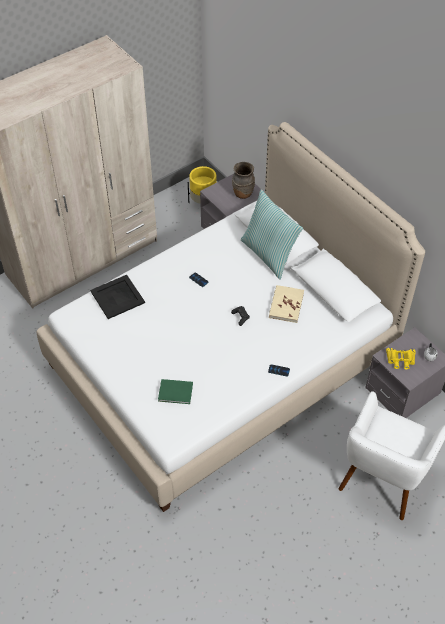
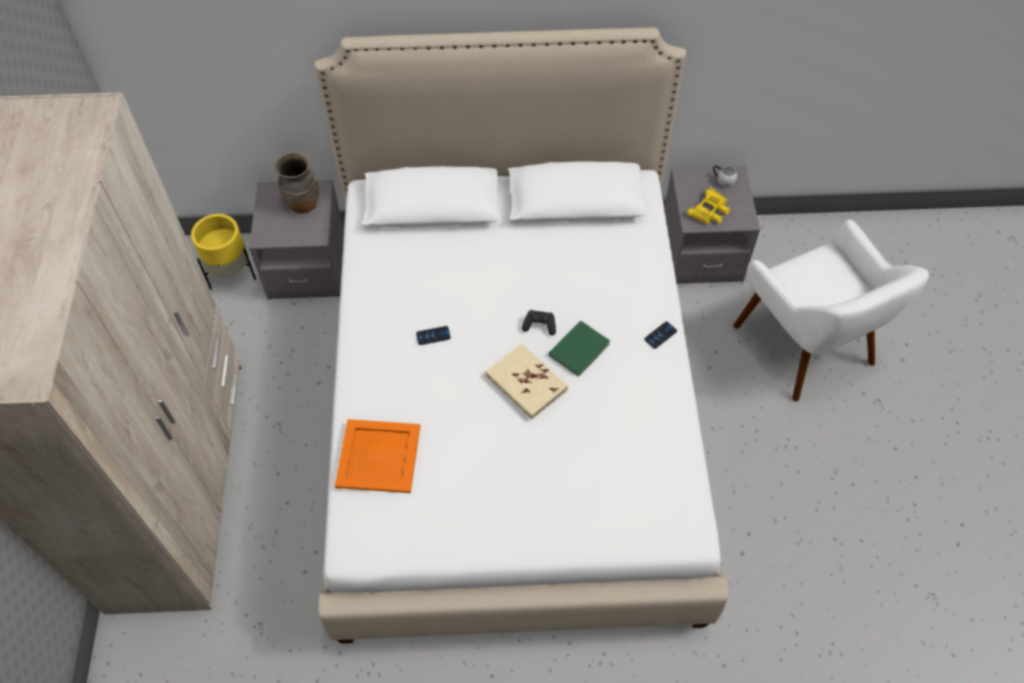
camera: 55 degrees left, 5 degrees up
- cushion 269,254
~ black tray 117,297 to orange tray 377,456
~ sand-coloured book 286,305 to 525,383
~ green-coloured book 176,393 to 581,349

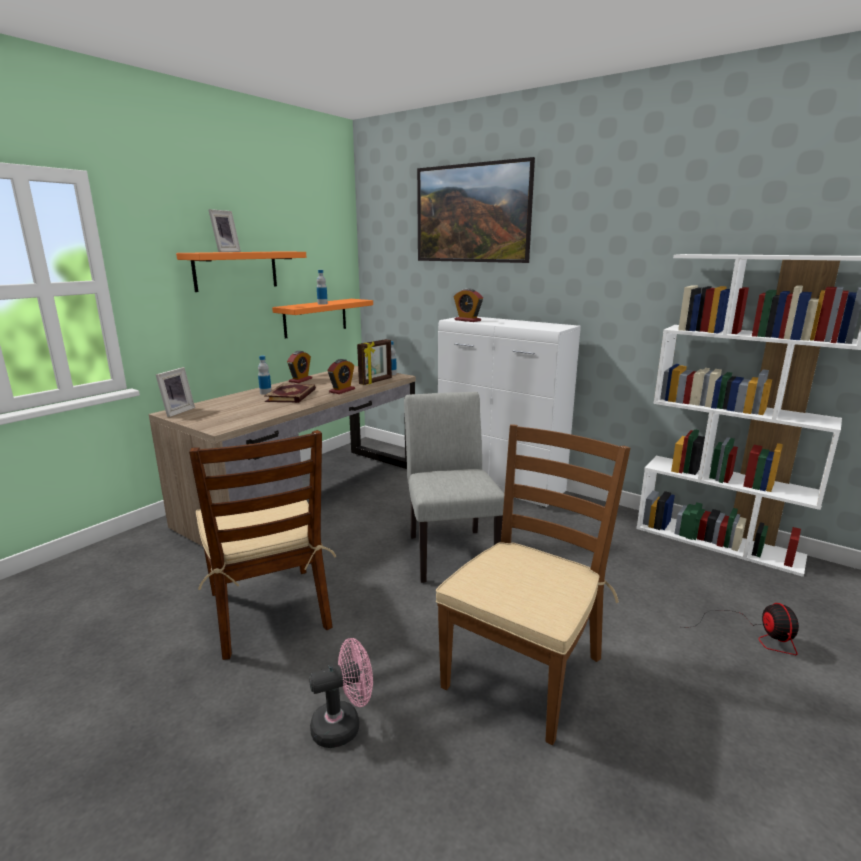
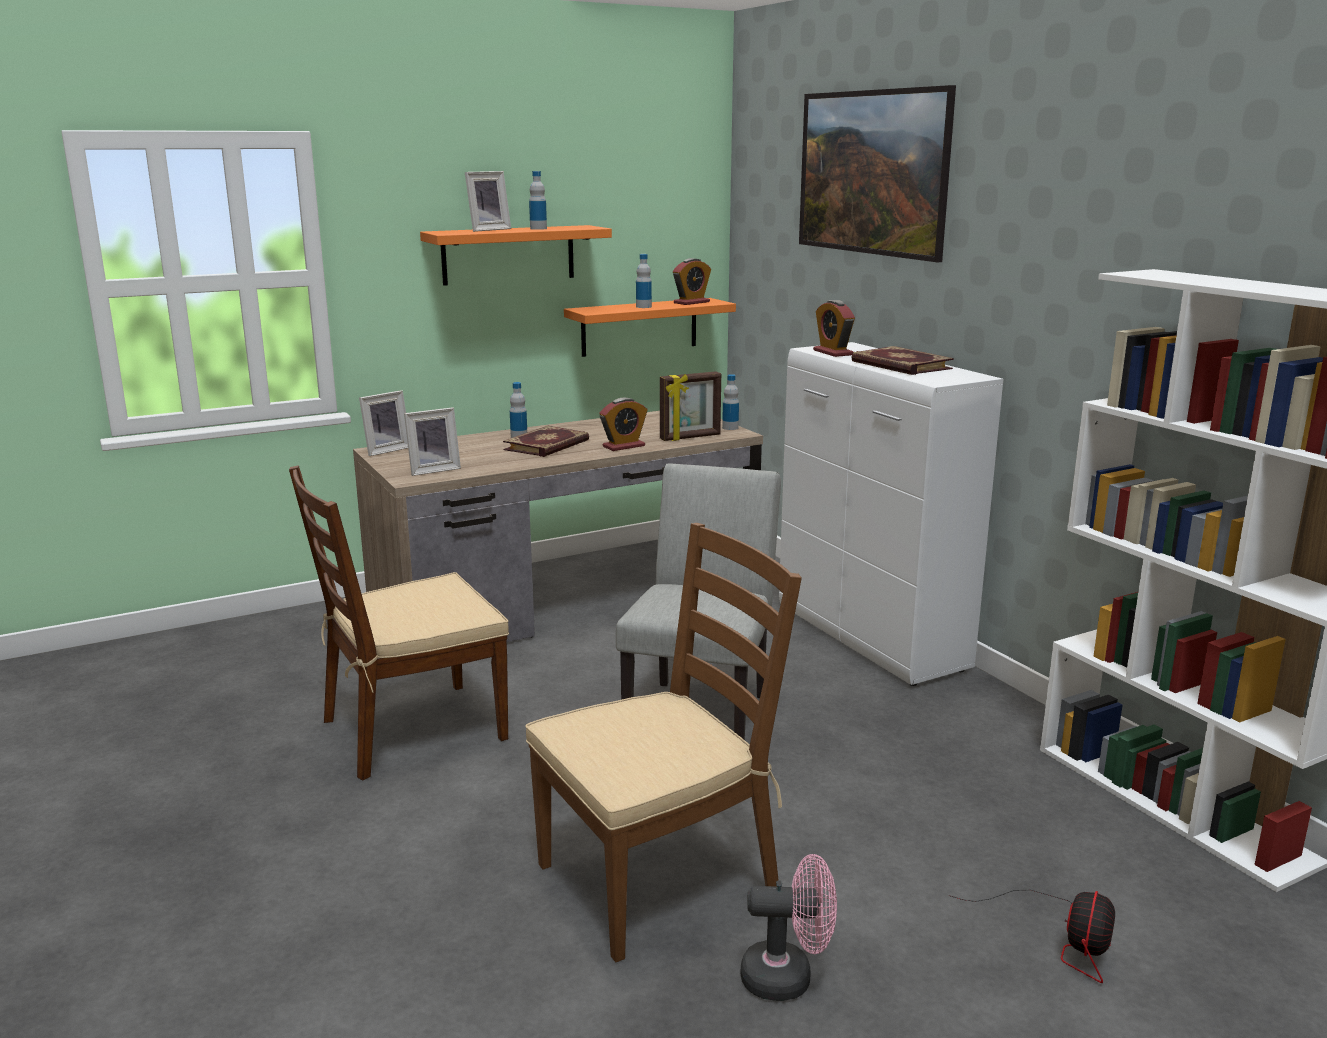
camera: 25 degrees right, 0 degrees up
~ bedside clock 300,380 to 691,302
~ brown-coloured chair 269,610 = 412,730 60 degrees clockwise
~ pink-coloured electric fan 344,725 to 788,977
+ drink bottle 538,228
+ book 900,365
+ standing frame 433,470

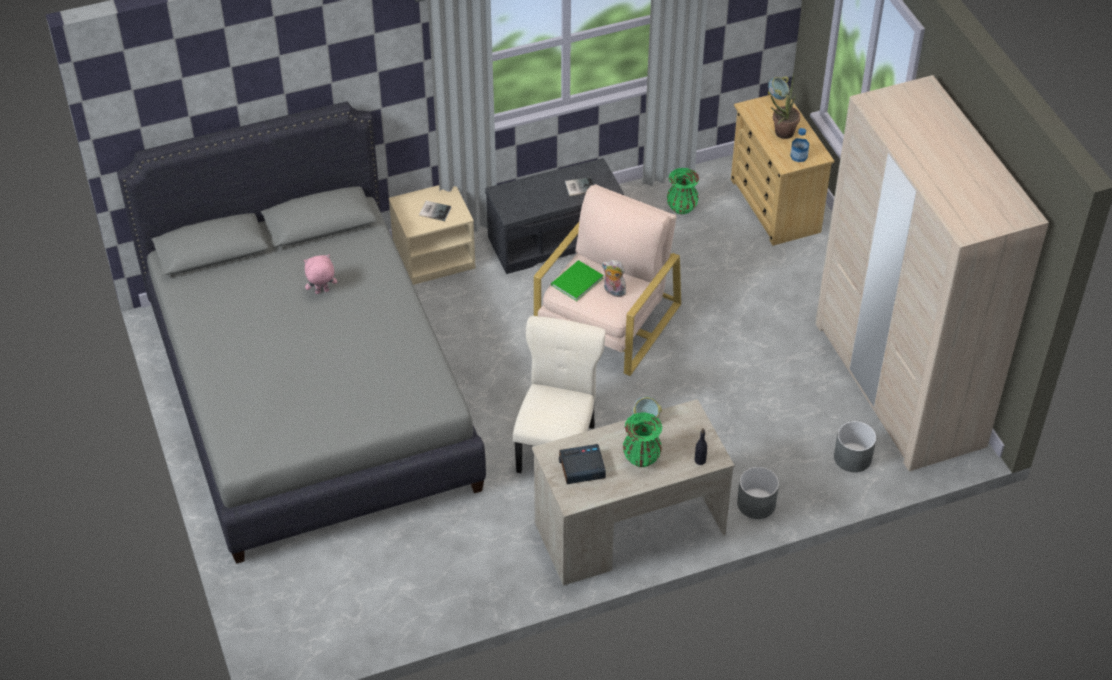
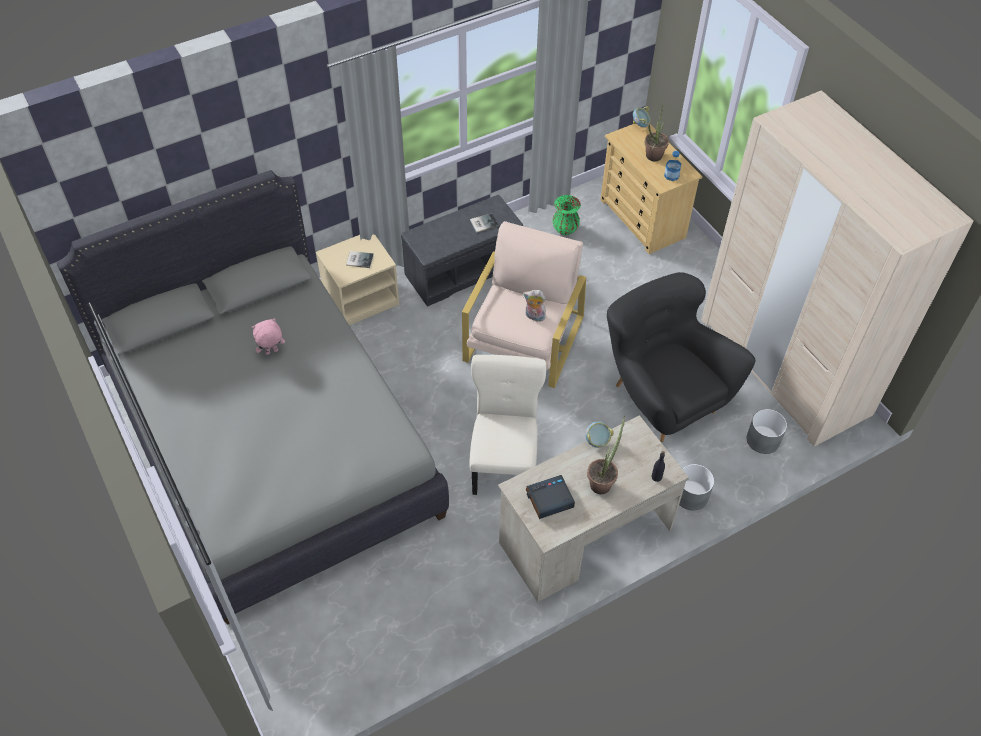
camera: 10 degrees left, 5 degrees up
- green-coloured book 575,282
~ green-coloured decorative vase 641,457 to potted plant 602,481
+ black lounge chair 662,397

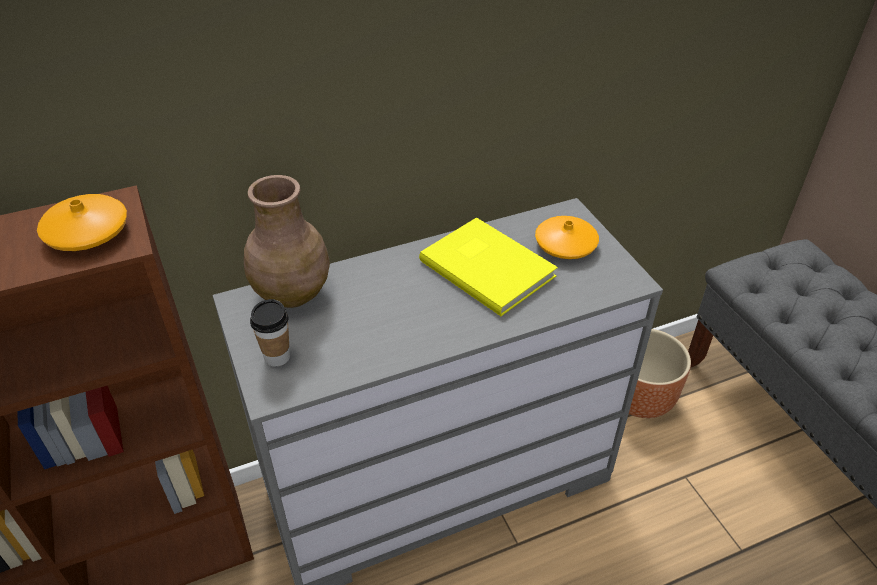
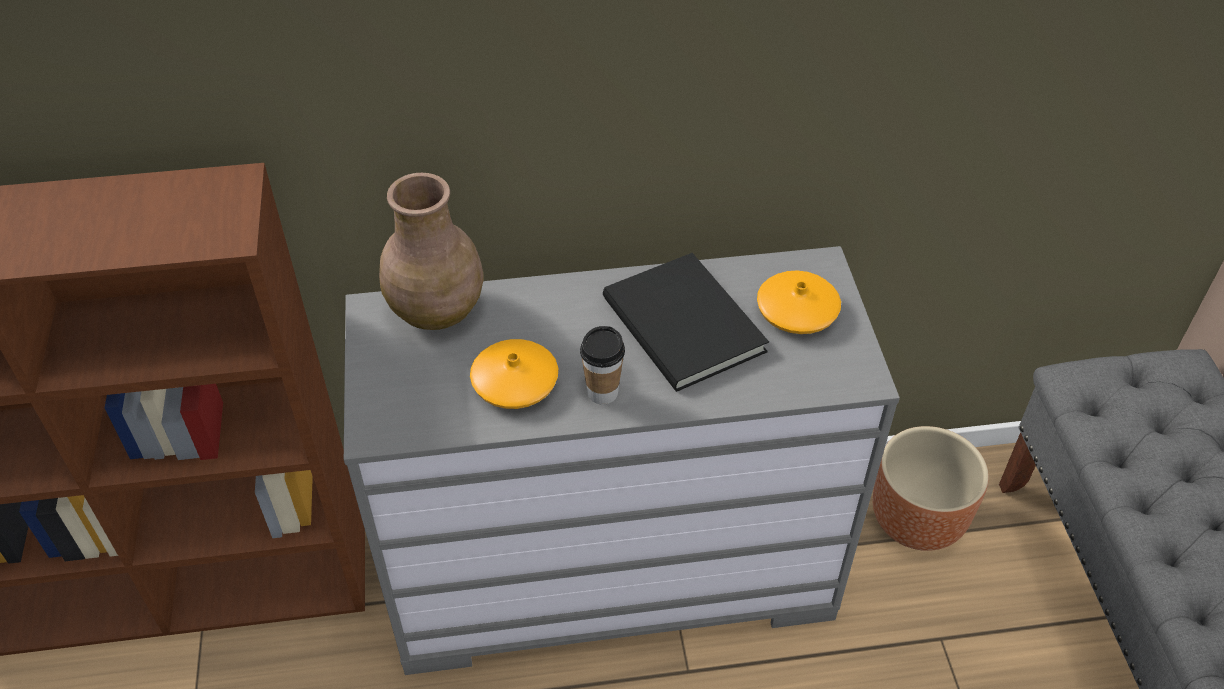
camera: 15 degrees right, 5 degrees up
~ orange decorative vase 87,233 to 515,382
~ yellowish book 488,266 to black book 686,321
~ cup 277,357 to 602,392

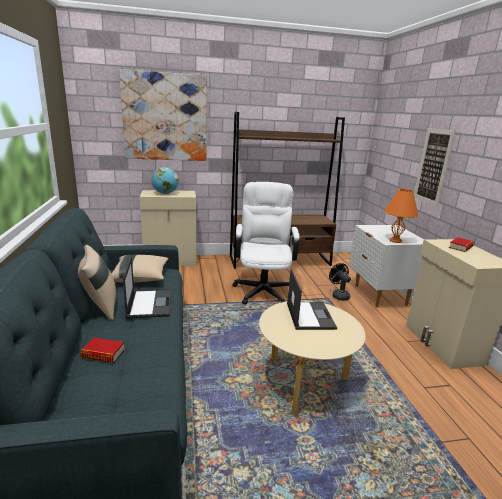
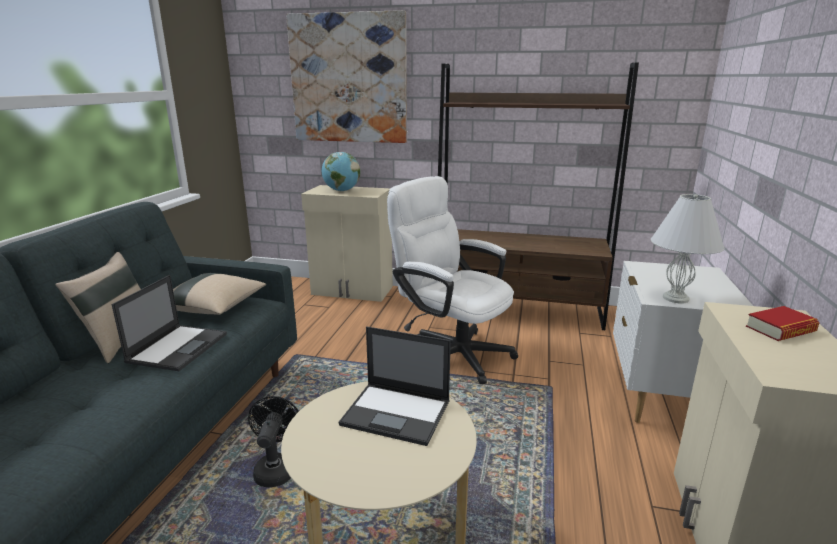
camera: 25 degrees right, 0 degrees up
- picture 433,166
~ white-coloured desk chair 263,288 = 451,351 75 degrees counterclockwise
~ orange table lamp 395,241 to white-coloured table lamp 675,298
~ black electric fan 339,295 to 276,468
~ laptop 309,315 = 397,413 90 degrees clockwise
- book 103,354

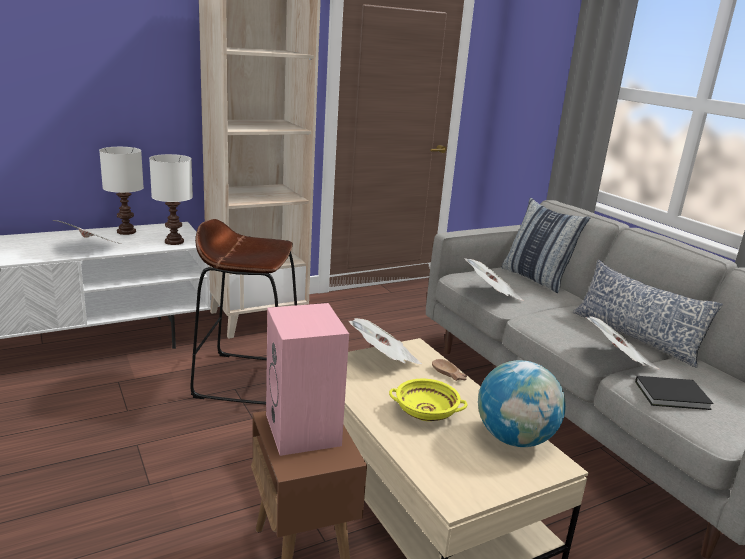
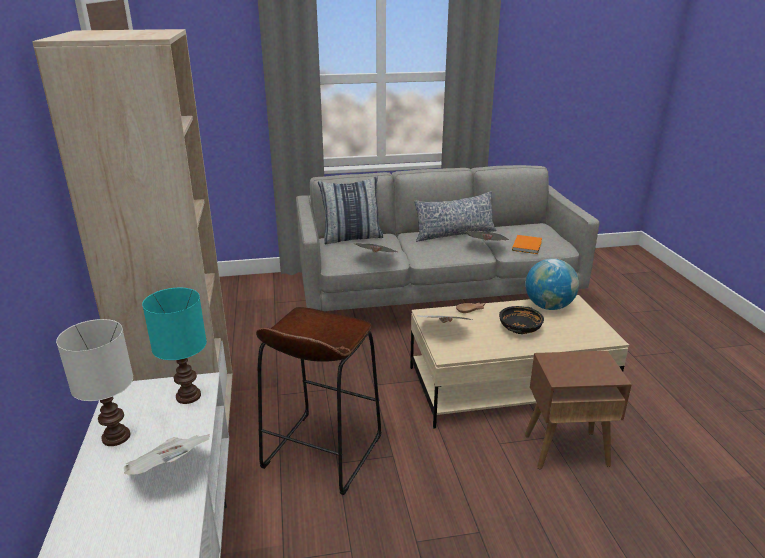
camera: 70 degrees left, 5 degrees up
~ white-coloured table lamp 175,241 to turquoise table lamp 188,395
- pink-coloured speaker 305,431
~ black book 674,396 to orange book 527,245
~ yellowish bowl 425,413 to black bowl 520,329

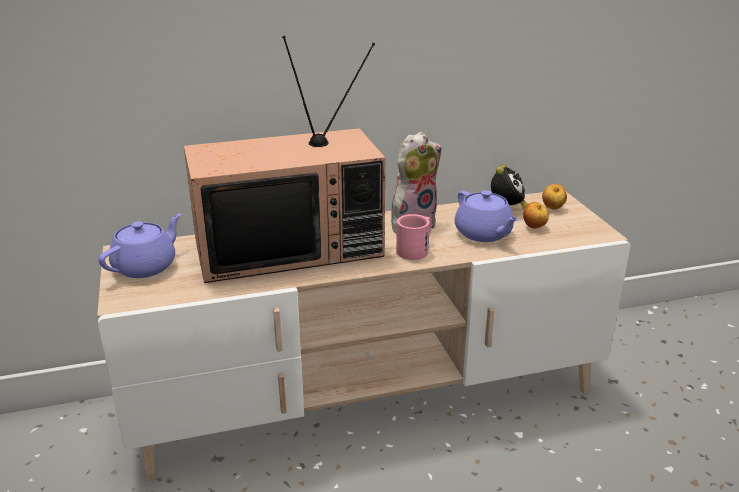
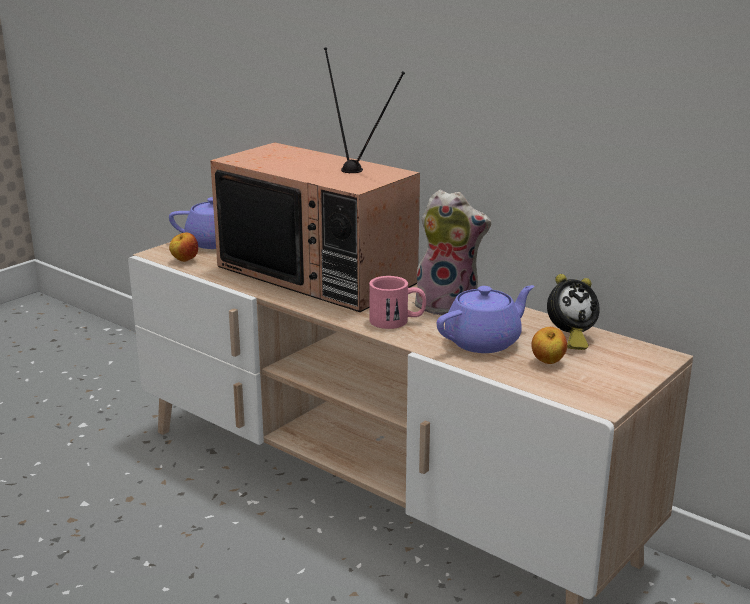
camera: 55 degrees right, 5 degrees down
~ whole apple 552,208 to 184,260
~ purplish pot for tea 484,234 = 484,342 150 degrees counterclockwise

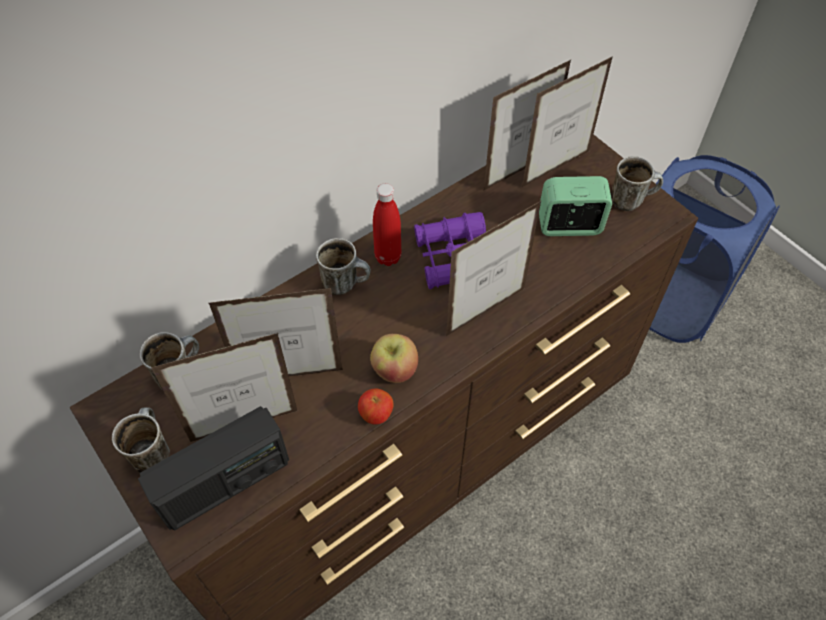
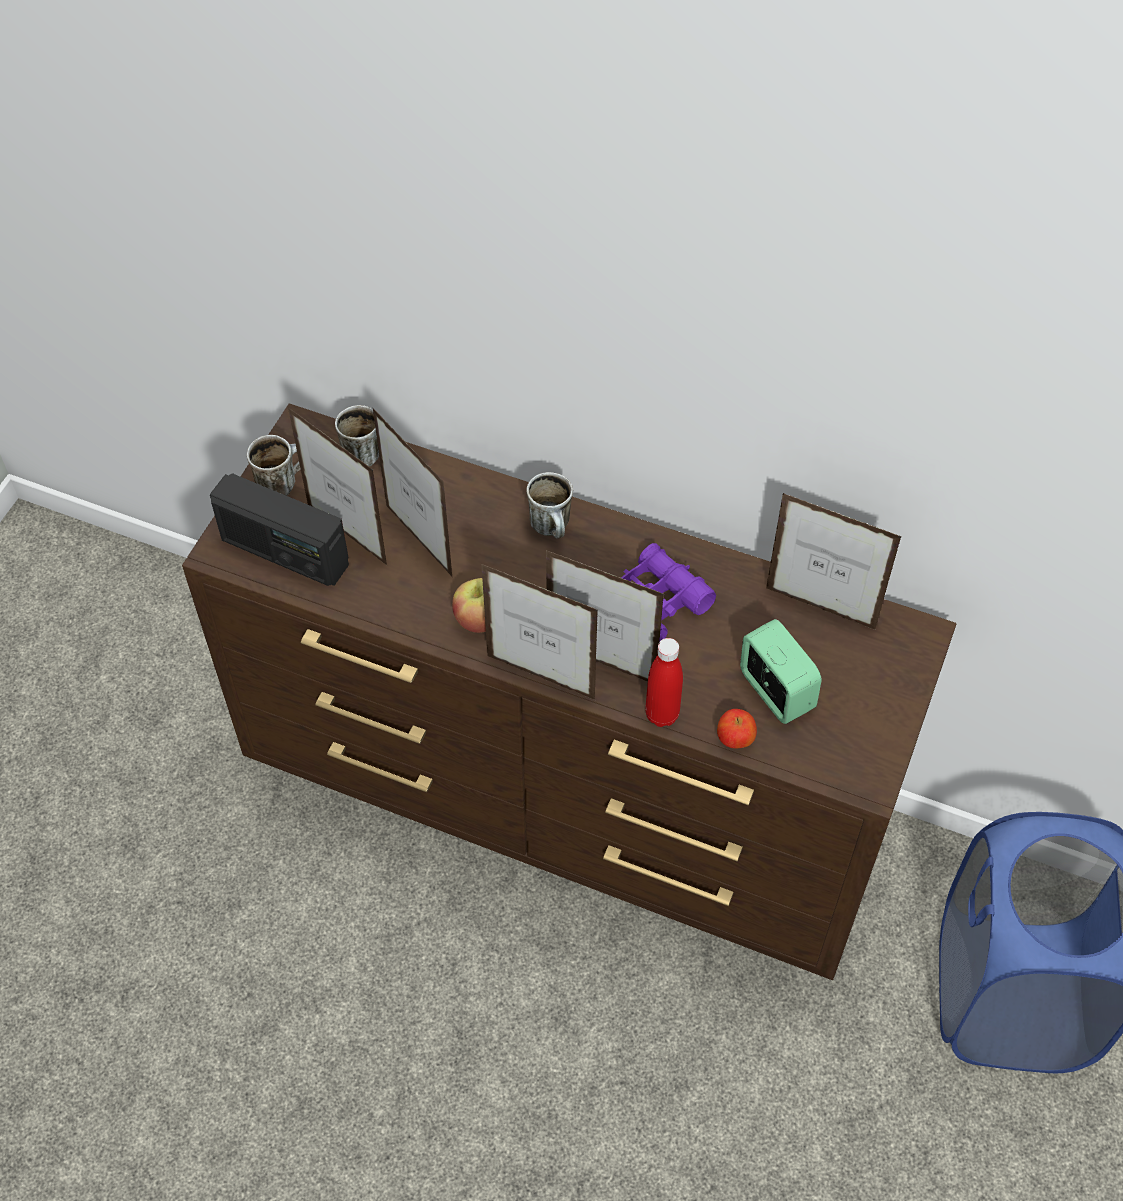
camera: 60 degrees right, 0 degrees up
~ standing frame 556,169 to 541,678
- coffee mug 631,200
~ reddish drink bottle 388,257 to 662,714
~ whole apple 376,414 to 735,739

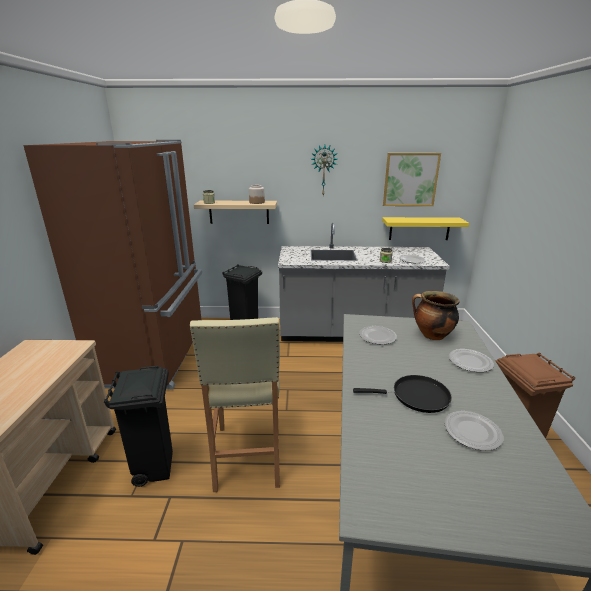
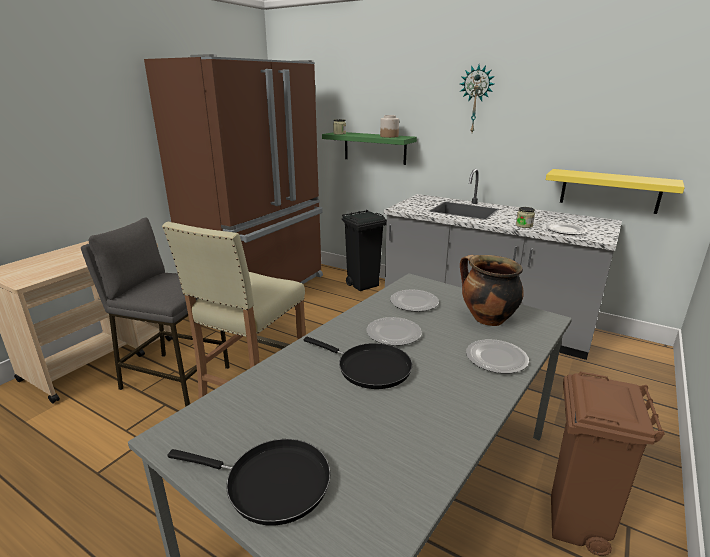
camera: 30 degrees right, 0 degrees up
- picture 410,179
~ sand-coloured shelf 239,212 to green-coloured shelf 374,148
~ black rubbish bin 155,467 to gray stool 175,378
~ flat dish 471,431 to 393,333
+ black skillet 271,483

